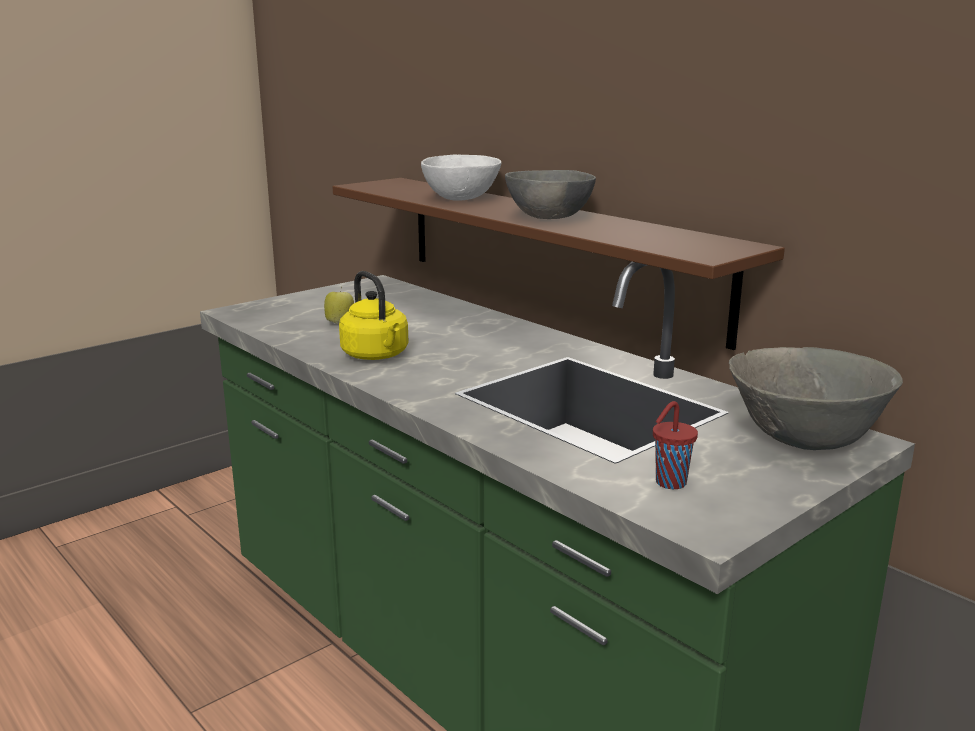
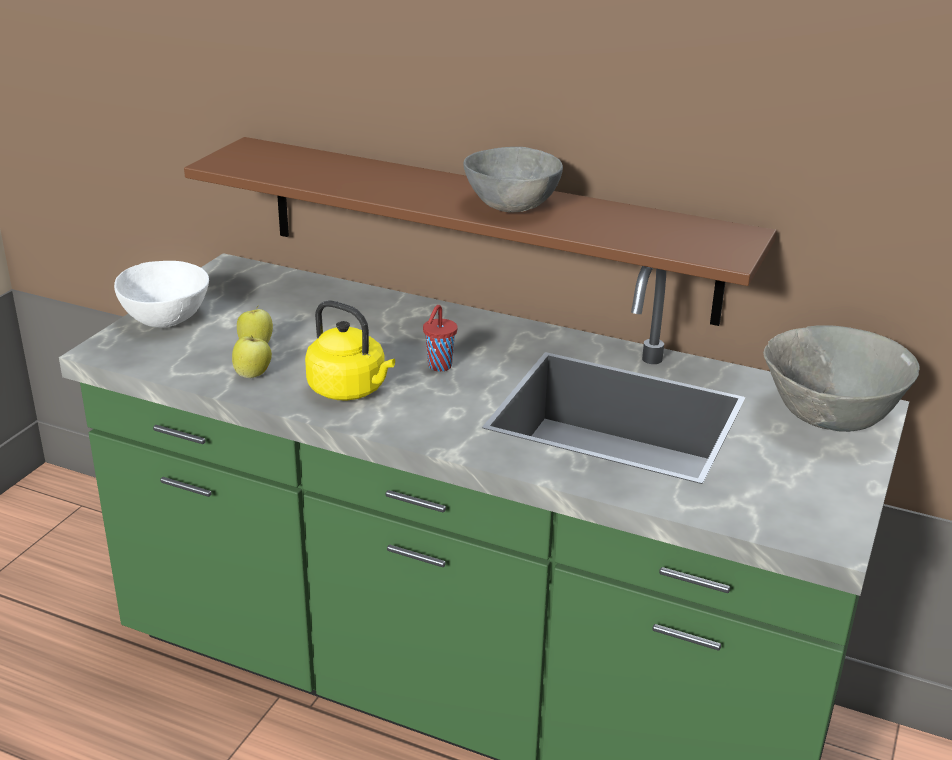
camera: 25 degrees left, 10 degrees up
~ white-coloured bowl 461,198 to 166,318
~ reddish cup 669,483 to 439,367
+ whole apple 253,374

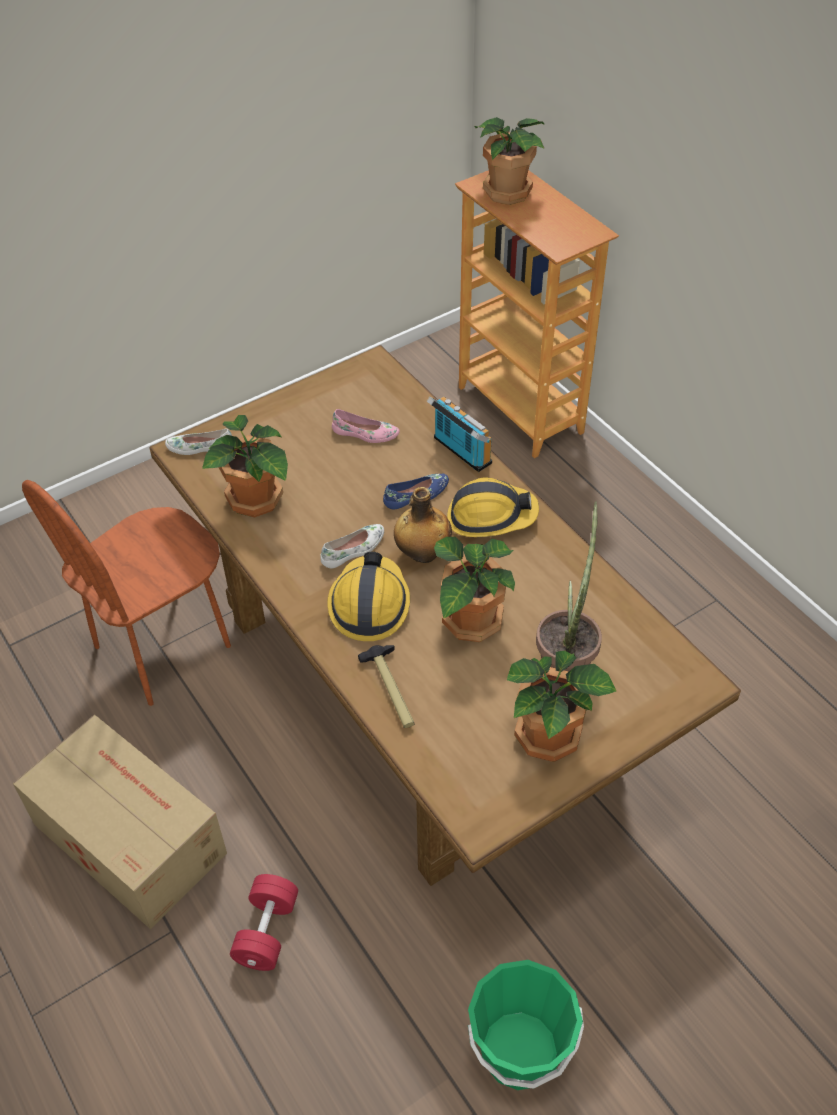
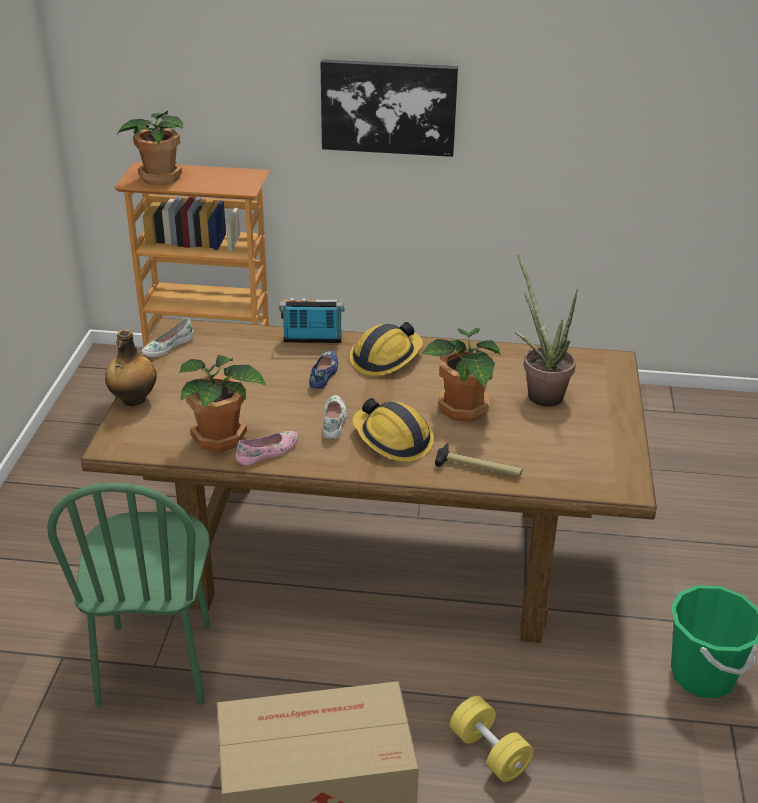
camera: 50 degrees left, 15 degrees down
~ pink-coloured shoe 365,434 to 268,453
~ white-coloured shoe 201,447 to 167,346
~ brown-coloured chair 163,647 to green-coloured chair 156,664
~ drink bottle 422,554 to 133,400
- potted plant 550,737
~ reddish hand weight 267,931 to yellowish hand weight 489,752
+ picture 388,107

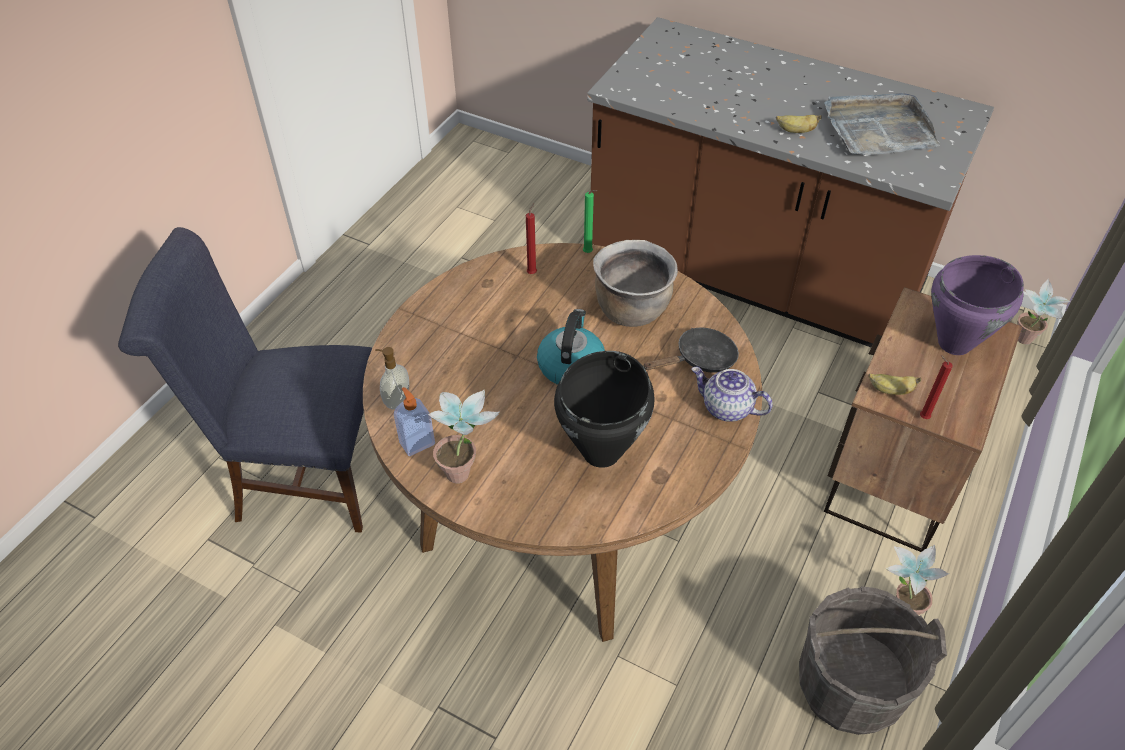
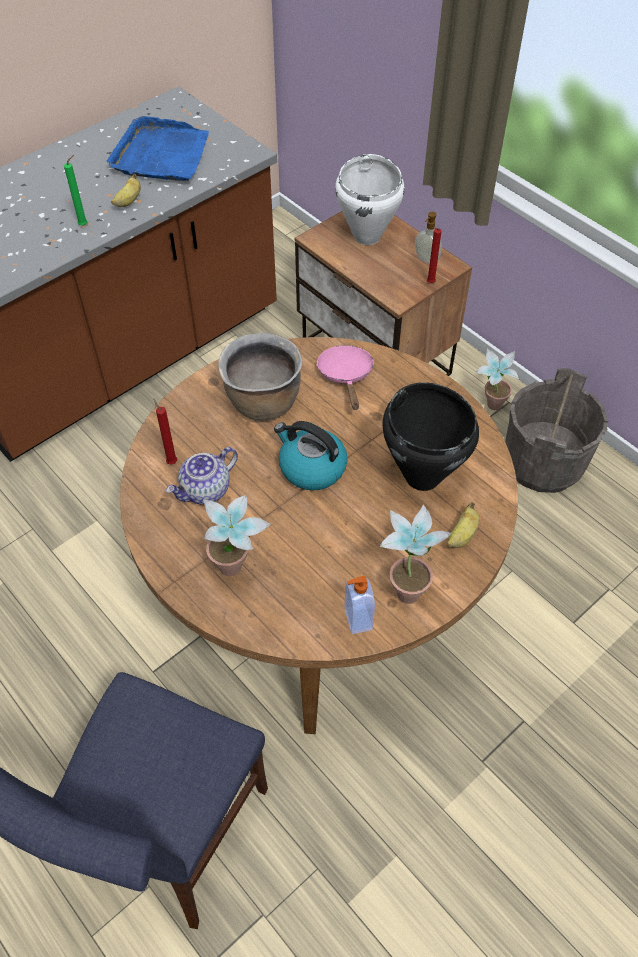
camera: 70 degrees left, 5 degrees up
~ gray tray 878,129 to blue-coloured tray 161,155
~ green-coloured wax candle 589,253 to 85,225
~ purplish cooking pot 955,344 to white-coloured cooking pot 367,236
~ potted plant 1024,343 to 237,571
~ black skillet 700,359 to pink-coloured skillet 346,376
~ liquid soap bottle 396,400 to 426,259
~ pot for tea 726,408 to 205,490
~ banana 890,390 to 462,535

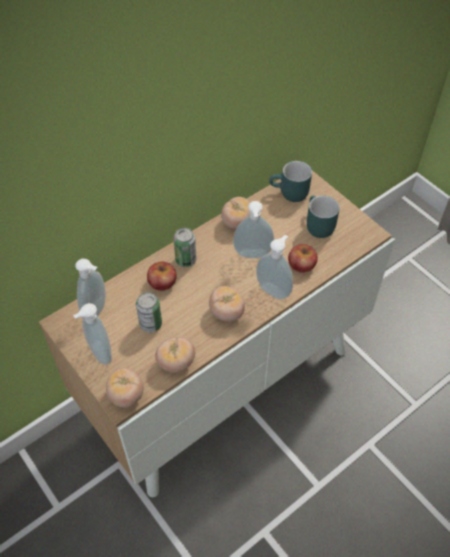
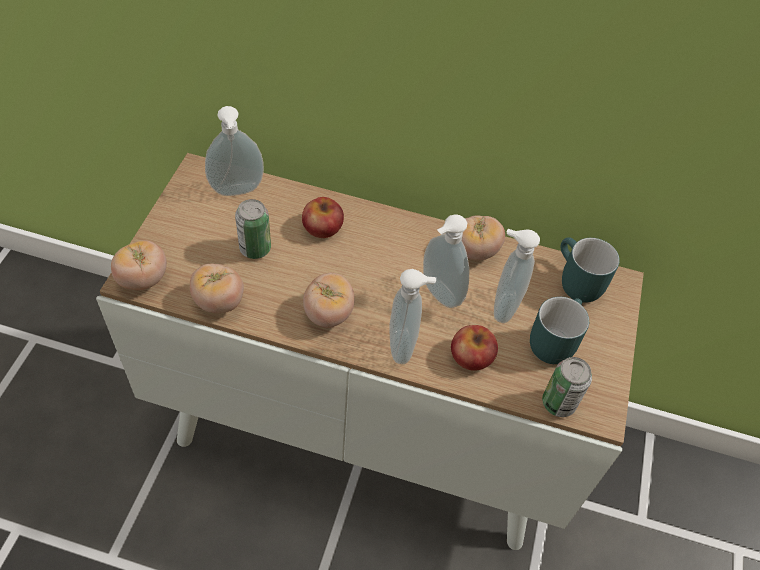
camera: 50 degrees right, 0 degrees up
~ metal can 186,260 to 558,403
~ liquid soap bottle 99,354 to 502,306

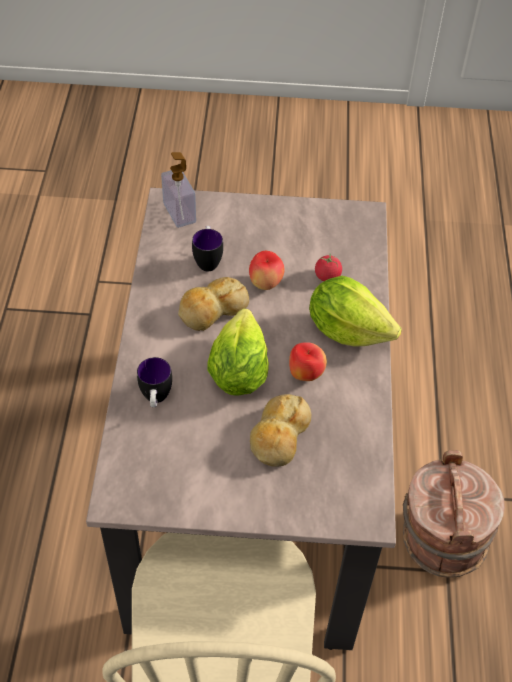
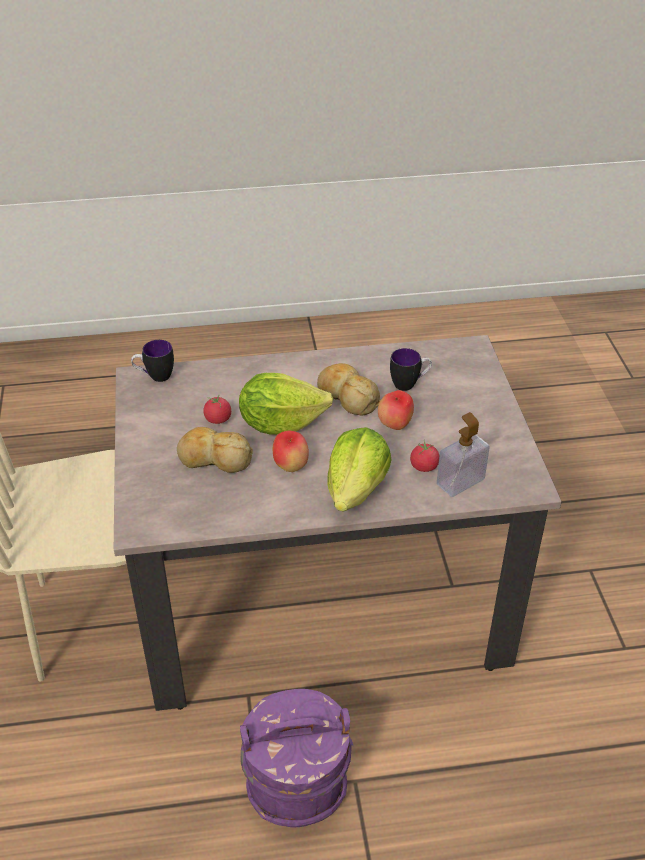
camera: 80 degrees right, 10 degrees down
~ liquid soap bottle 179,213 to 460,482
~ coffee mug 156,400 to 155,377
~ brown-coloured pail 441,539 to purplish pail 297,783
+ whole tomato 218,419

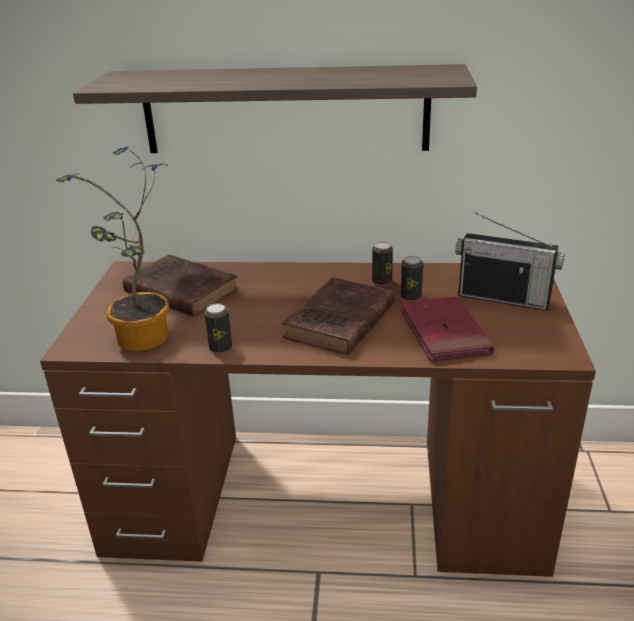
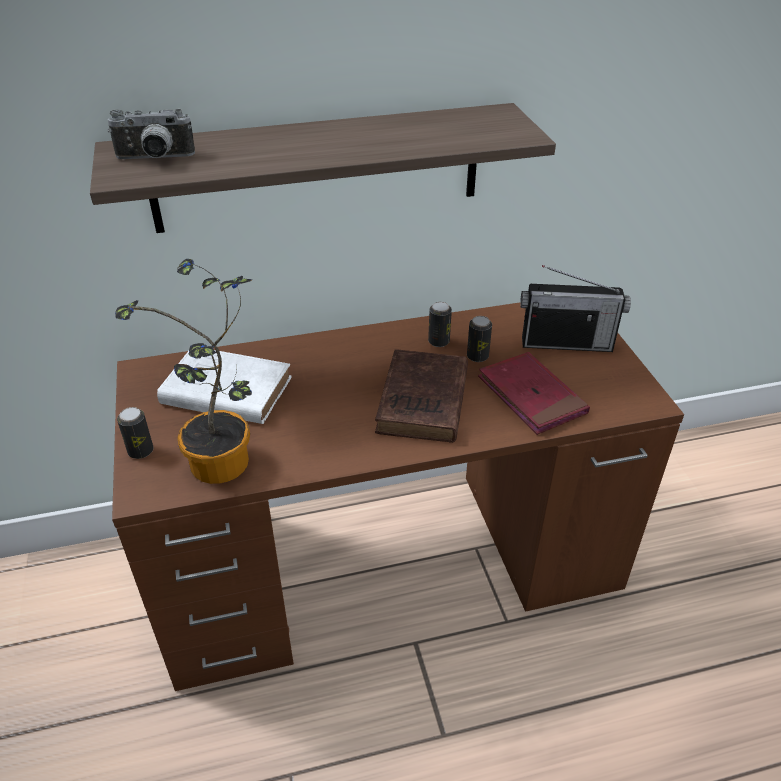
camera: 20 degrees left, 10 degrees up
~ brown-coloured book 179,290 to white-coloured book 224,390
~ metal can 220,347 to 141,451
+ photo camera 155,159

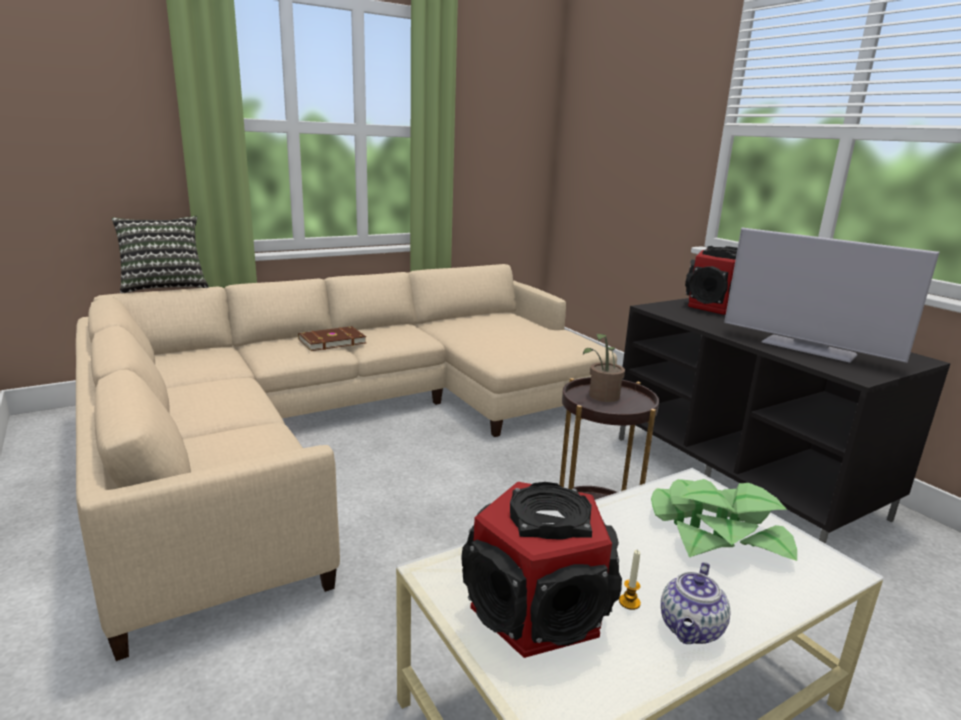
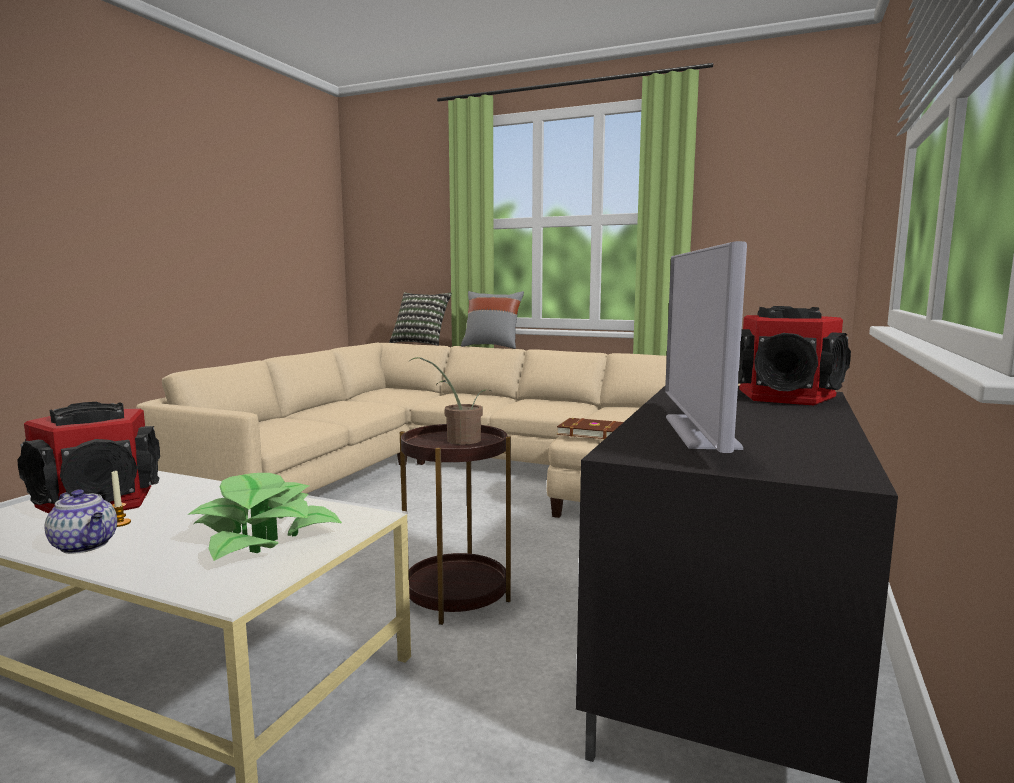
camera: 55 degrees right, 10 degrees down
~ brown-coloured book 331,341 to 594,432
~ pot for tea 691,630 = 86,546 135 degrees counterclockwise
+ gray cushion 492,346

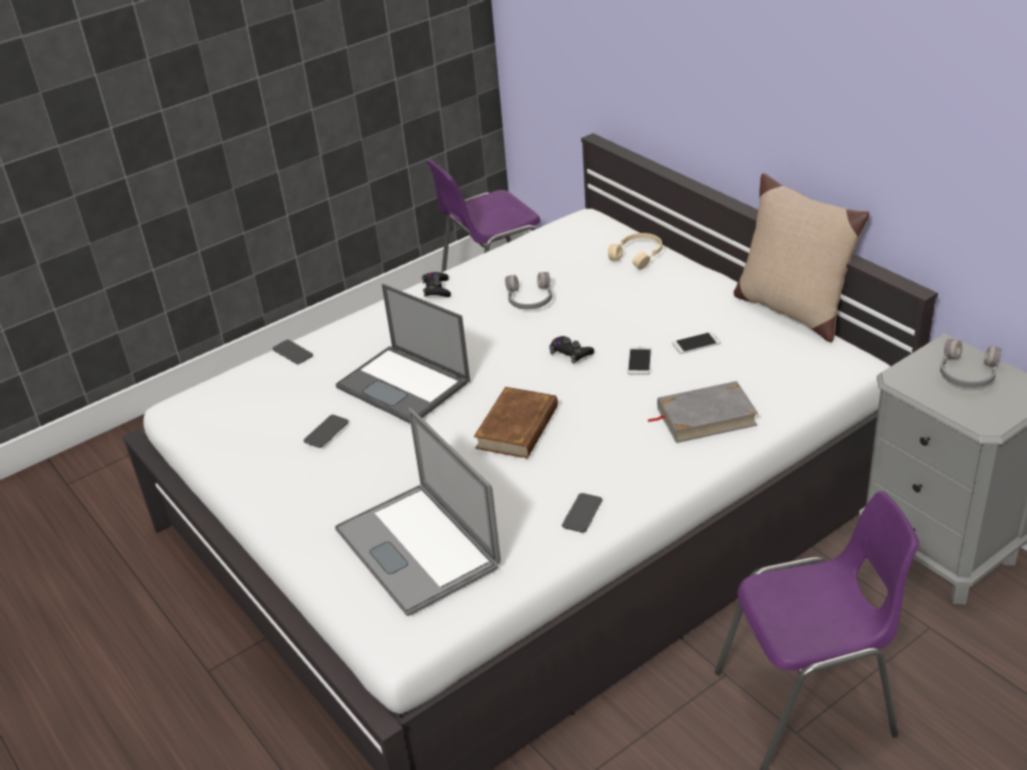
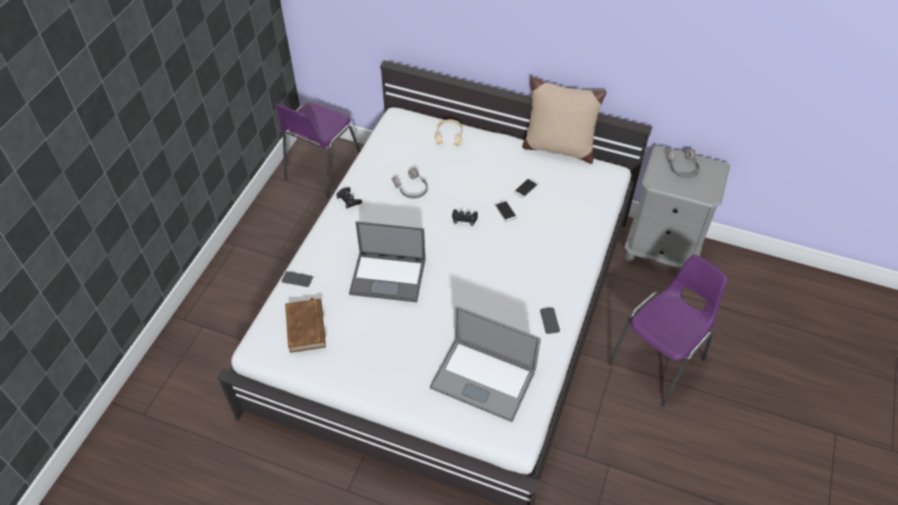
camera: 35 degrees left, 15 degrees up
- gray book 705,417
~ brown-coloured book 518,427 to 306,327
- telephone 326,432

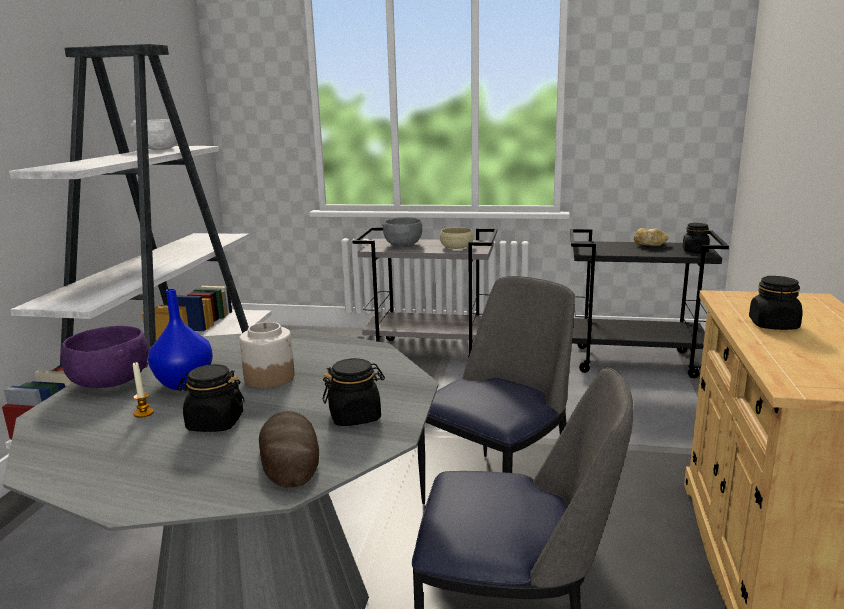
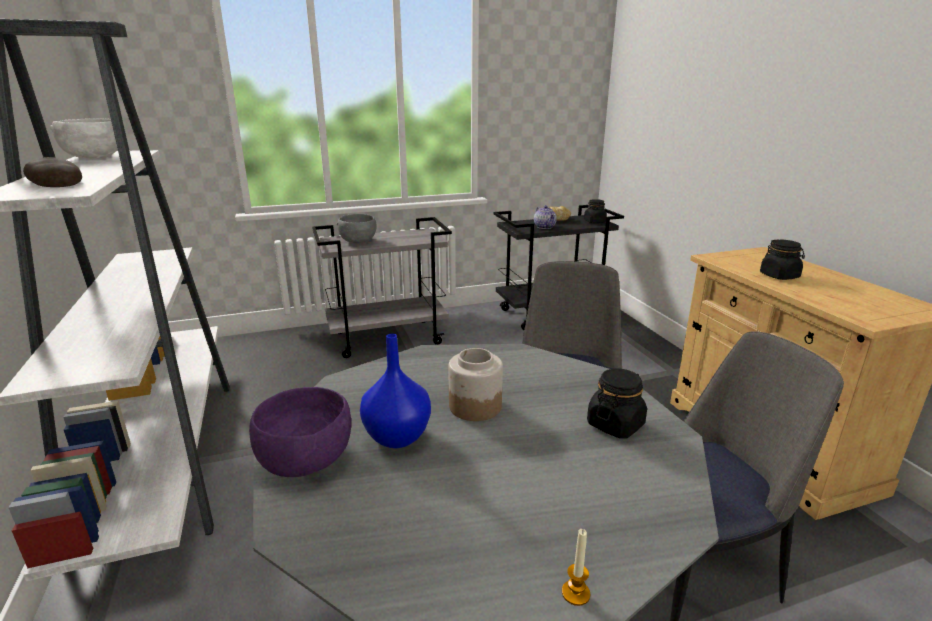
camera: 30 degrees left, 5 degrees up
- sand-coloured bowl 456,247
~ wax candle 144,413 to 575,593
- black storage jar 215,423
~ bread 289,454 to 55,181
+ pot for tea 545,227

